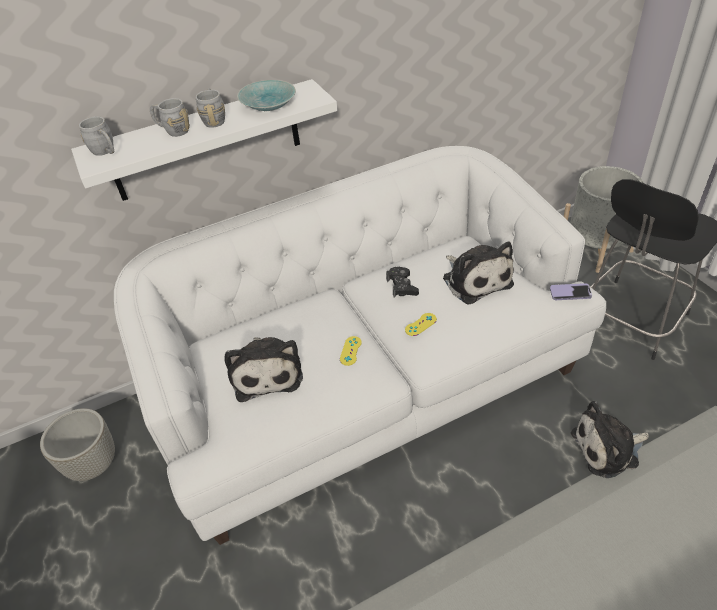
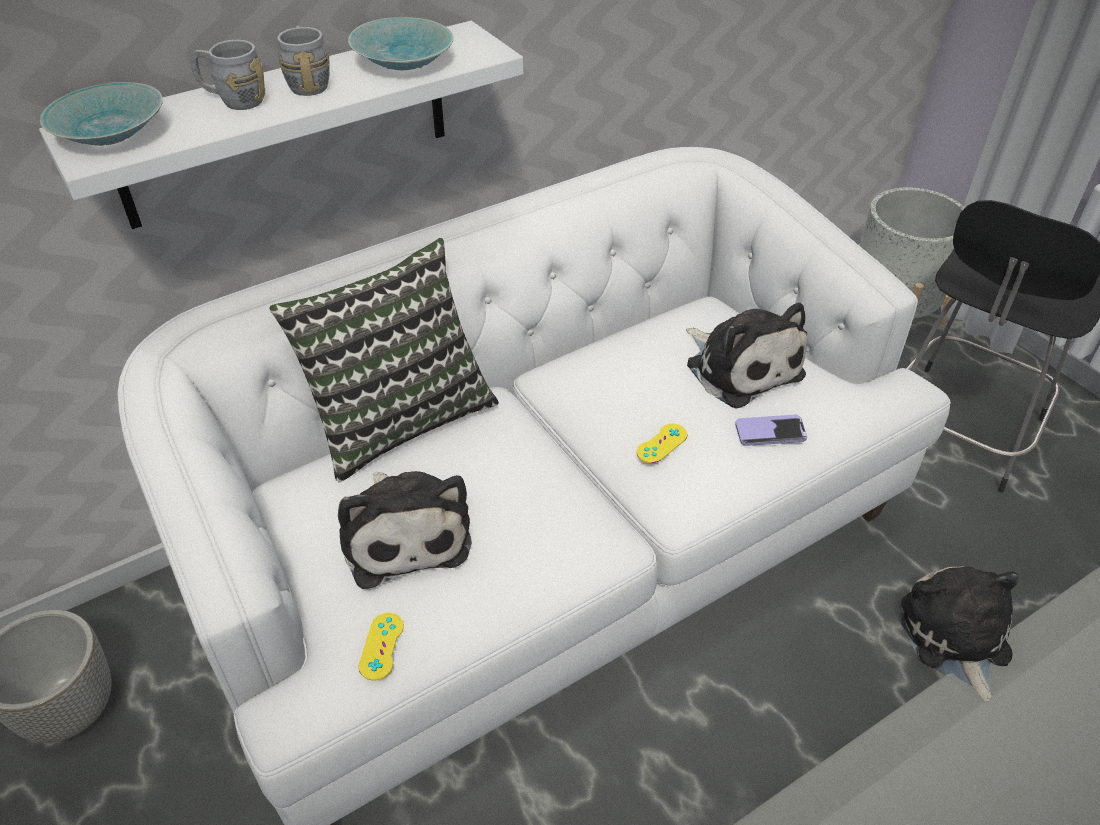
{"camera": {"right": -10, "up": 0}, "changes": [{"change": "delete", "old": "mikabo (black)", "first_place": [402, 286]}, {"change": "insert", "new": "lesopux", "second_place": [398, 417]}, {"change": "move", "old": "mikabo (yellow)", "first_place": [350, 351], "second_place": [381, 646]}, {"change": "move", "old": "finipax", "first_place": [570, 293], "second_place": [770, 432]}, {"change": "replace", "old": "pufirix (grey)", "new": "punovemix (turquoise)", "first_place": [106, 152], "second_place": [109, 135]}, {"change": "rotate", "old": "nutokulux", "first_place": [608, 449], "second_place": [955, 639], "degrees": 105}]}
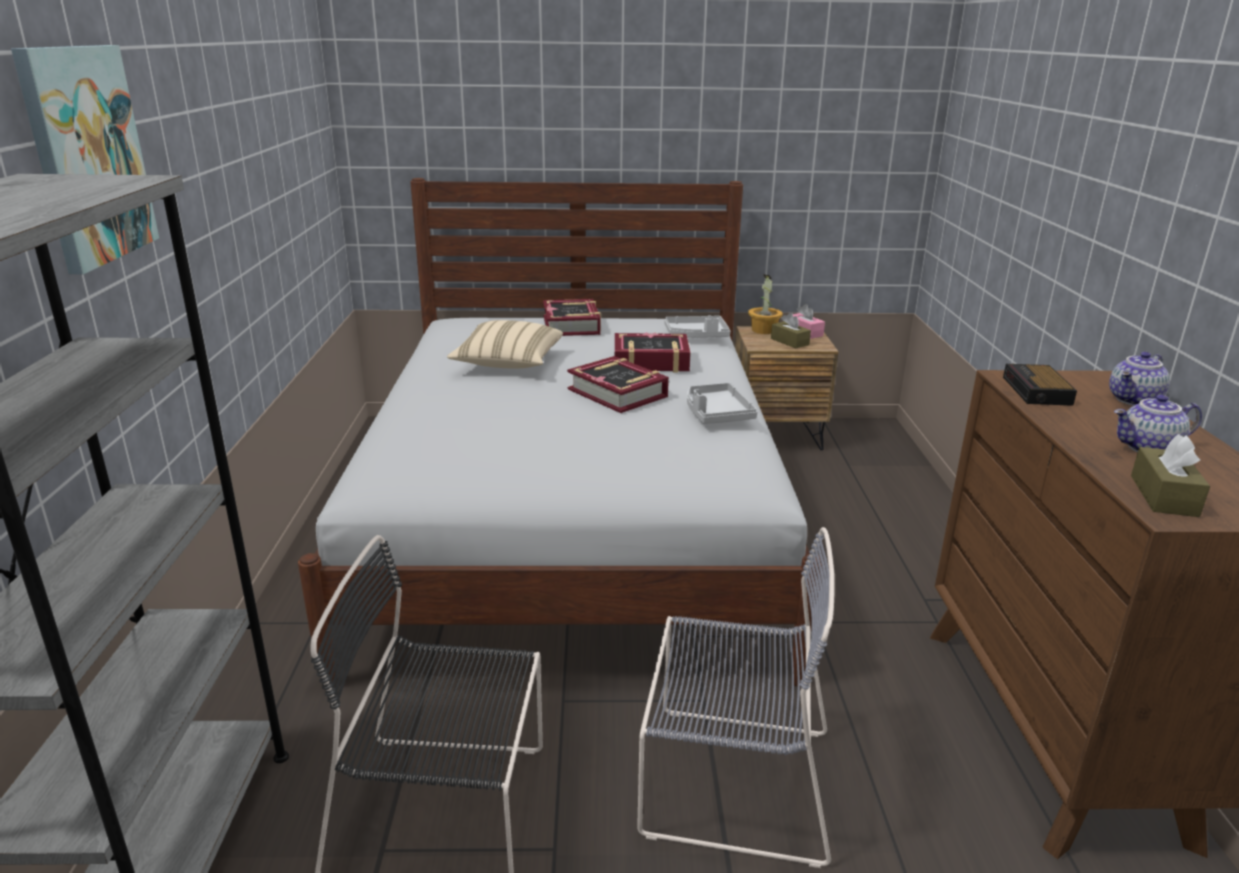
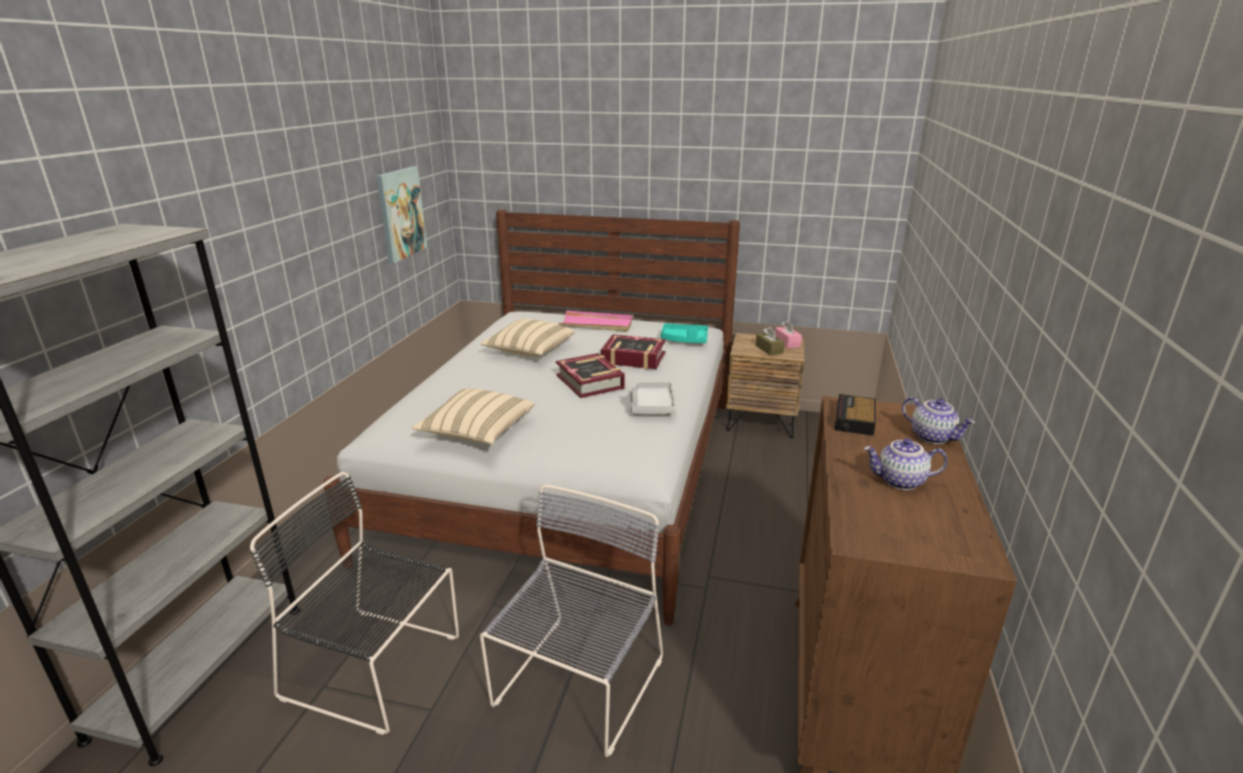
{"camera": {"right": 15, "up": 0}, "changes": [{"change": "delete", "old": "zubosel", "first_place": [763, 330]}, {"change": "delete", "old": "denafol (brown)", "first_place": [1163, 496]}, {"change": "insert", "new": "lesopux (beige)", "second_place": [477, 432]}, {"change": "move", "old": "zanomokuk", "first_place": [87, 155], "second_place": [400, 213]}, {"change": "replace", "old": "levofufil", "new": "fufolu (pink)", "first_place": [572, 325], "second_place": [596, 324]}, {"change": "recolor", "old": "fufolu (grey)", "new": "fufolu (turquoise)", "first_place": [696, 336], "second_place": [684, 340]}, {"change": "rotate", "old": "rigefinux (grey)", "first_place": [729, 780], "second_place": [577, 686], "degrees": -90}, {"change": "rotate", "old": "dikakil", "first_place": [1134, 400], "second_place": [933, 437], "degrees": -105}]}
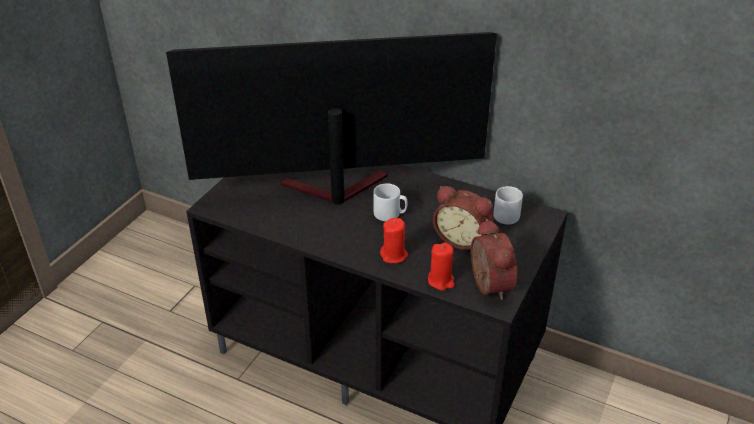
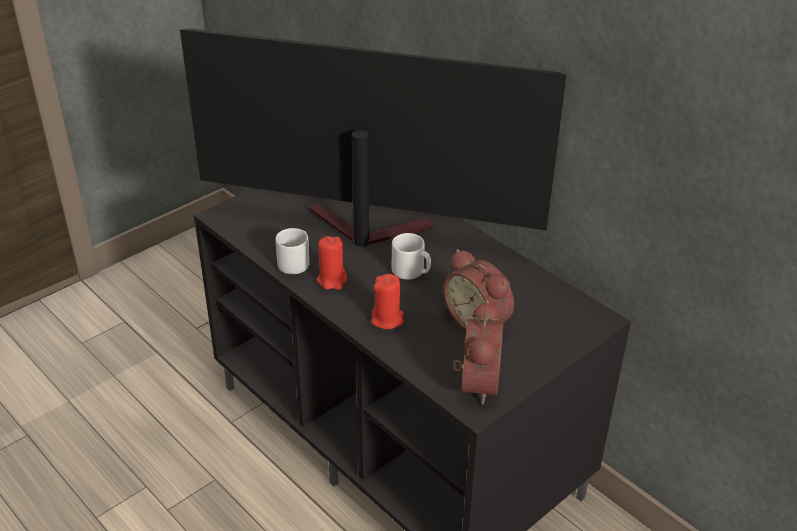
{"camera": {"right": 20, "up": 0}, "changes": [{"change": "move", "old": "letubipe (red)", "first_place": [441, 281], "second_place": [332, 280]}, {"change": "move", "old": "pufirix (grey)", "first_place": [506, 214], "second_place": [296, 262]}]}
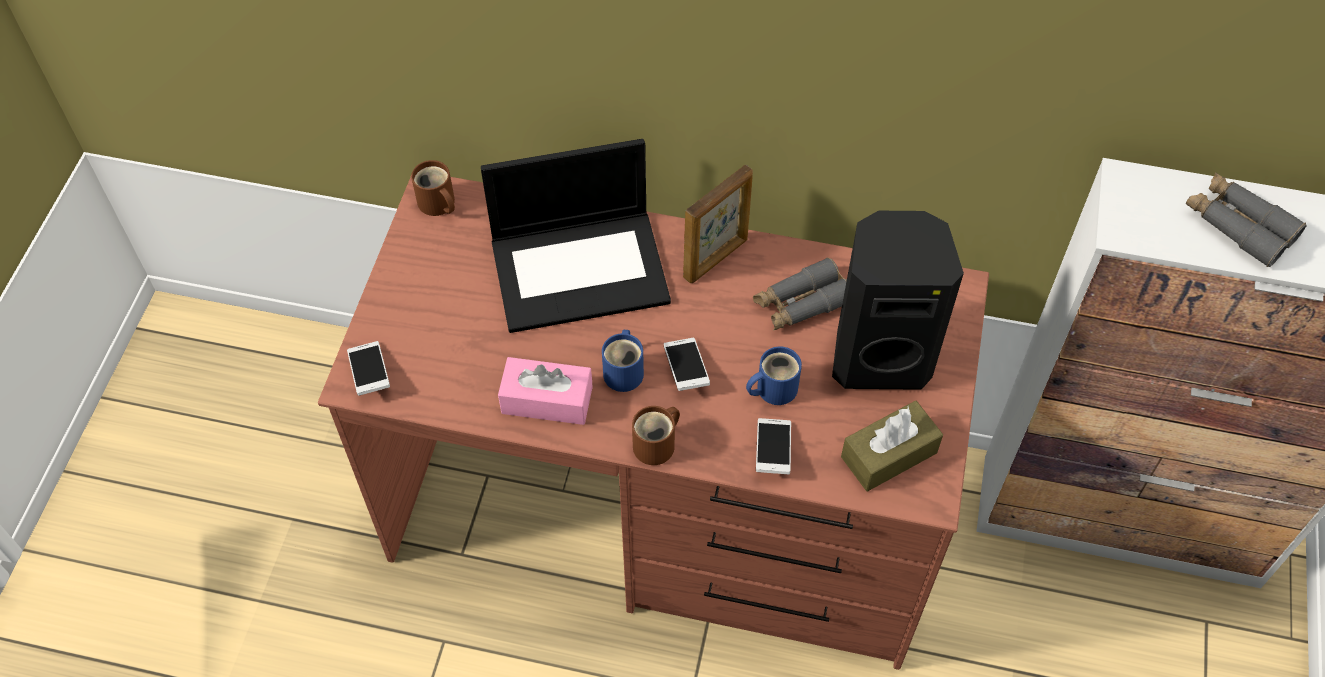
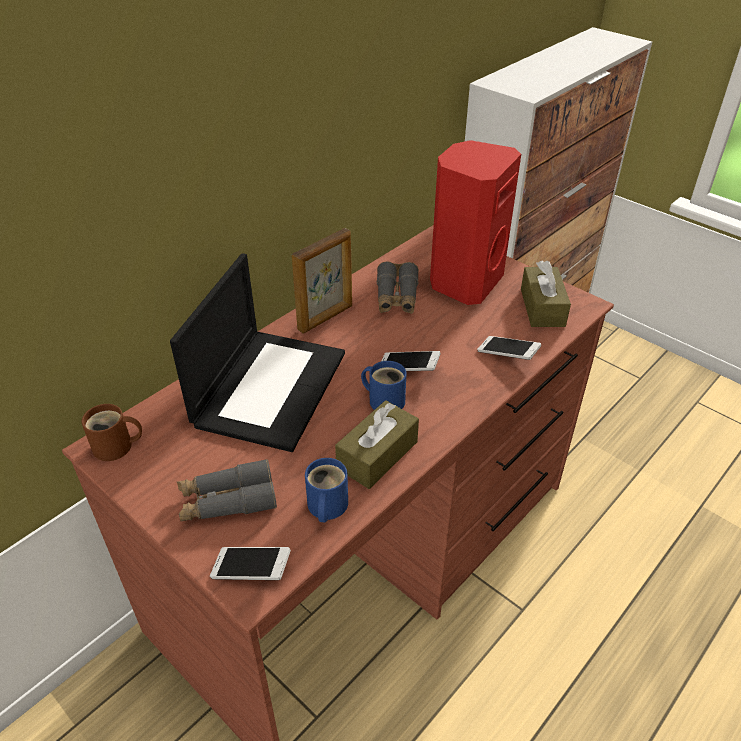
{"camera": {"right": -60, "up": -15}, "changes": [{"change": "delete", "old": "pufirix (brown)", "first_place": [658, 445]}, {"change": "move", "old": "pufirix (blue)", "first_place": [772, 388], "second_place": [325, 506]}, {"change": "move", "old": "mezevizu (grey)", "first_place": [1238, 226], "second_place": [227, 500]}, {"change": "recolor", "old": "denafol (pink)", "new": "denafol (brown)", "first_place": [547, 400], "second_place": [377, 455]}, {"change": "recolor", "old": "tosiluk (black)", "new": "tosiluk (red)", "first_place": [879, 356], "second_place": [464, 282]}, {"change": "rotate", "old": "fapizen", "first_place": [716, 258], "second_place": [326, 318], "degrees": 60}]}
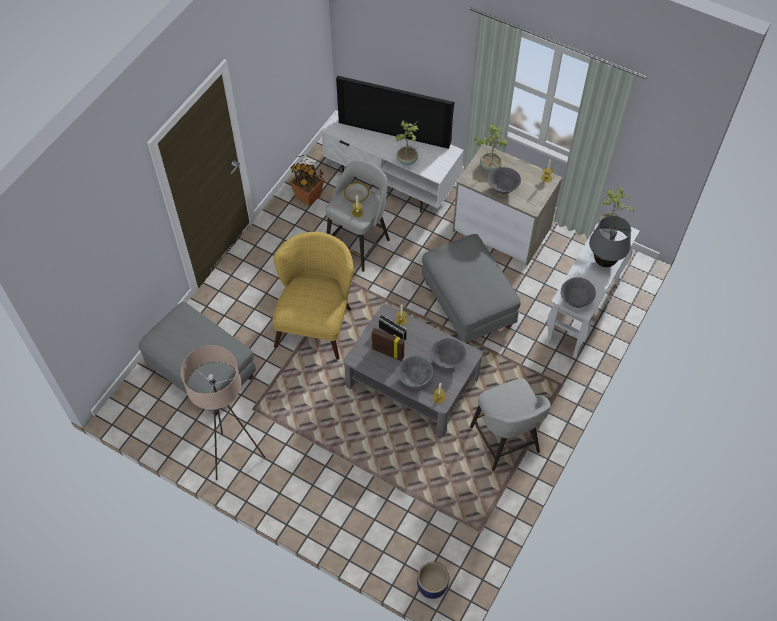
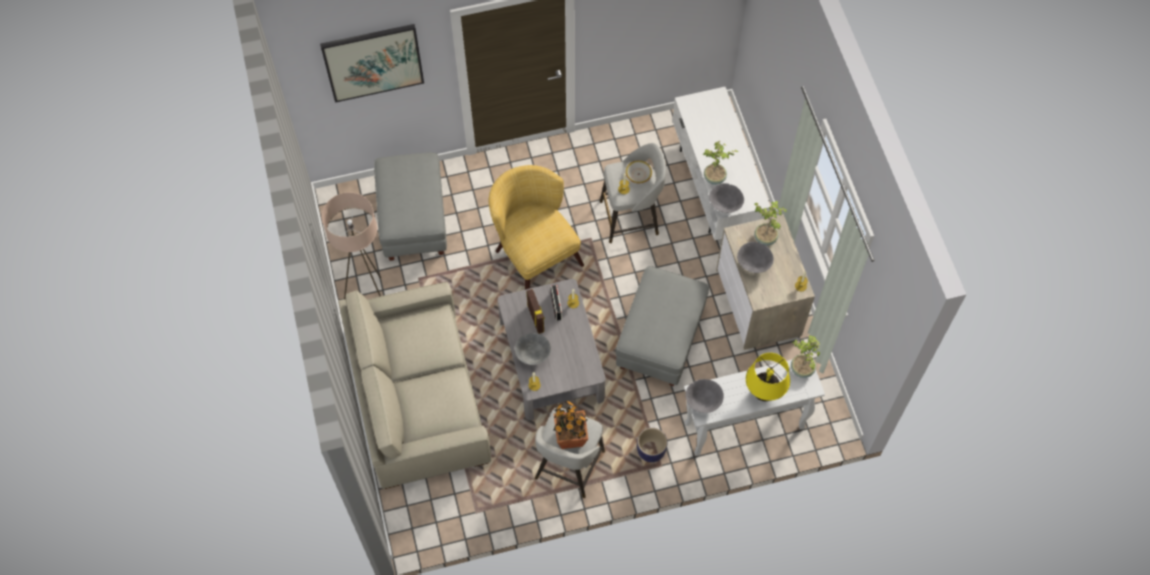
{"camera": {"right": 45, "up": 5}, "changes": [{"change": "delete", "old": "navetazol", "first_place": [395, 130]}, {"change": "insert", "new": "zanomokuk", "second_place": [373, 62]}, {"change": "insert", "new": "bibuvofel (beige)", "second_place": [417, 397]}, {"change": "move", "old": "zubosel", "first_place": [309, 197], "second_place": [571, 438]}, {"change": "move", "old": "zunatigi", "first_place": [431, 586], "second_place": [650, 450]}, {"change": "move", "old": "punovemix (grey)", "first_place": [447, 361], "second_place": [724, 206]}, {"change": "recolor", "old": "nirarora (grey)", "new": "nirarora (yellow)", "first_place": [604, 262], "second_place": [763, 393]}, {"change": "rotate", "old": "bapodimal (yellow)", "first_place": [316, 320], "second_place": [534, 251], "degrees": -90}]}
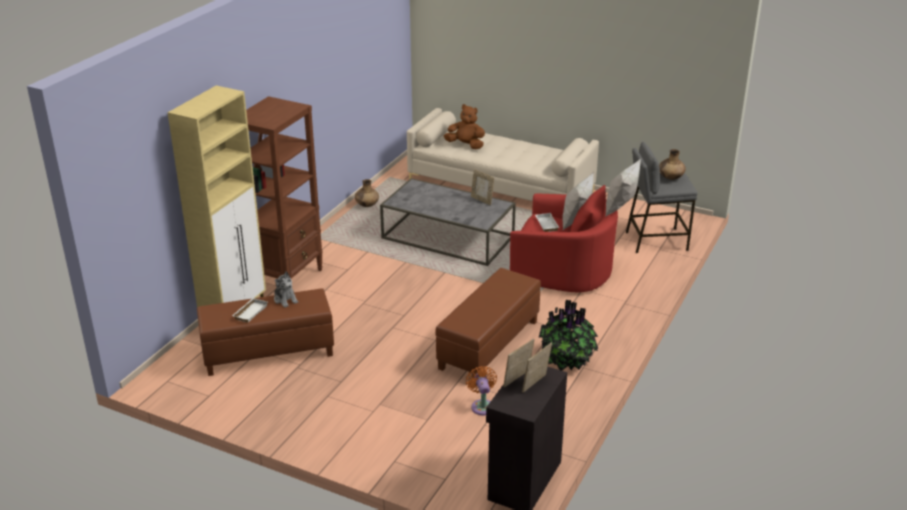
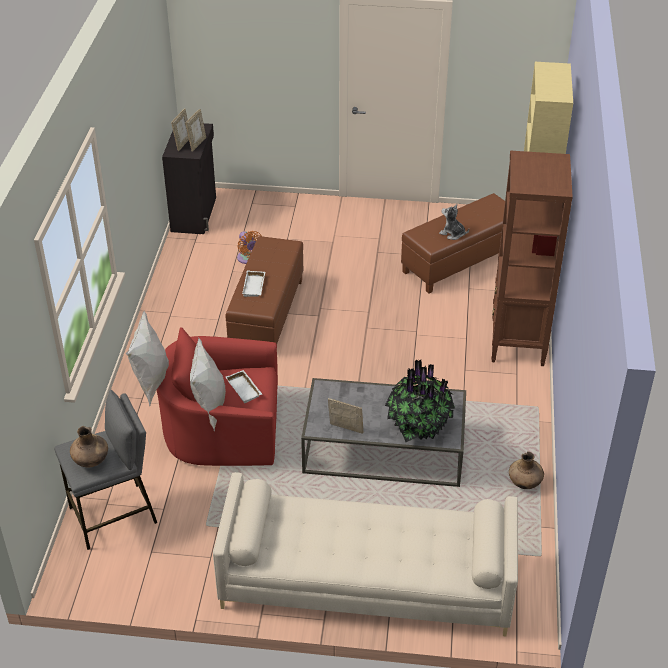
{"camera": {"right": 160, "up": 10}, "changes": [{"change": "delete", "old": "nutokulux (brown)", "first_place": [466, 145]}, {"change": "move", "old": "fufolu (white)", "first_place": [250, 312], "second_place": [255, 287]}, {"change": "move", "old": "zubosel", "first_place": [567, 362], "second_place": [418, 425]}]}
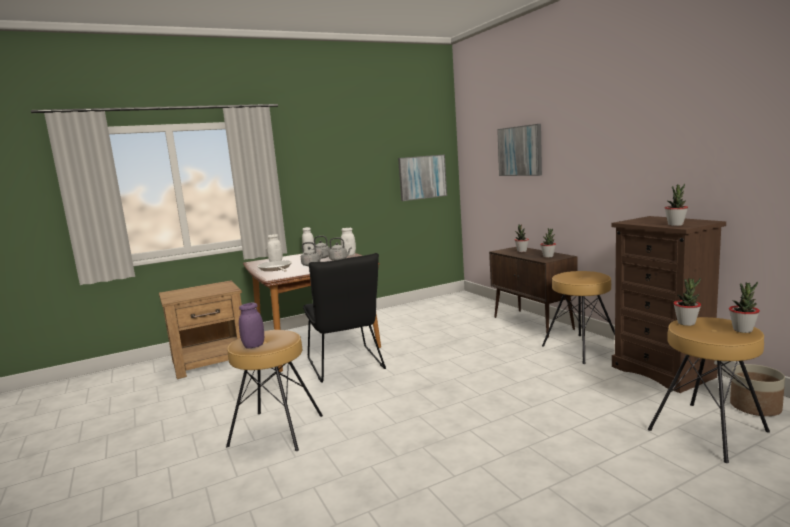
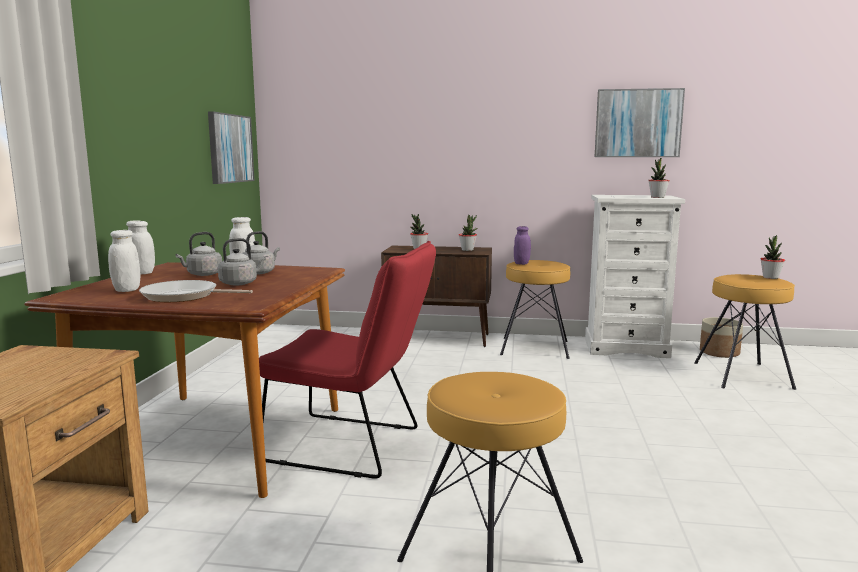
{"camera": {"right": -55, "up": 0}, "changes": [{"change": "delete", "old": "zubosel", "first_place": [686, 323]}, {"change": "move", "old": "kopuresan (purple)", "first_place": [254, 346], "second_place": [521, 263]}, {"change": "move", "old": "zanomokuk", "first_place": [520, 151], "second_place": [638, 123]}, {"change": "recolor", "old": "rigefinux (black)", "new": "rigefinux (red)", "first_place": [346, 366], "second_place": [352, 446]}, {"change": "recolor", "old": "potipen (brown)", "new": "potipen (white)", "first_place": [662, 372], "second_place": [626, 347]}]}
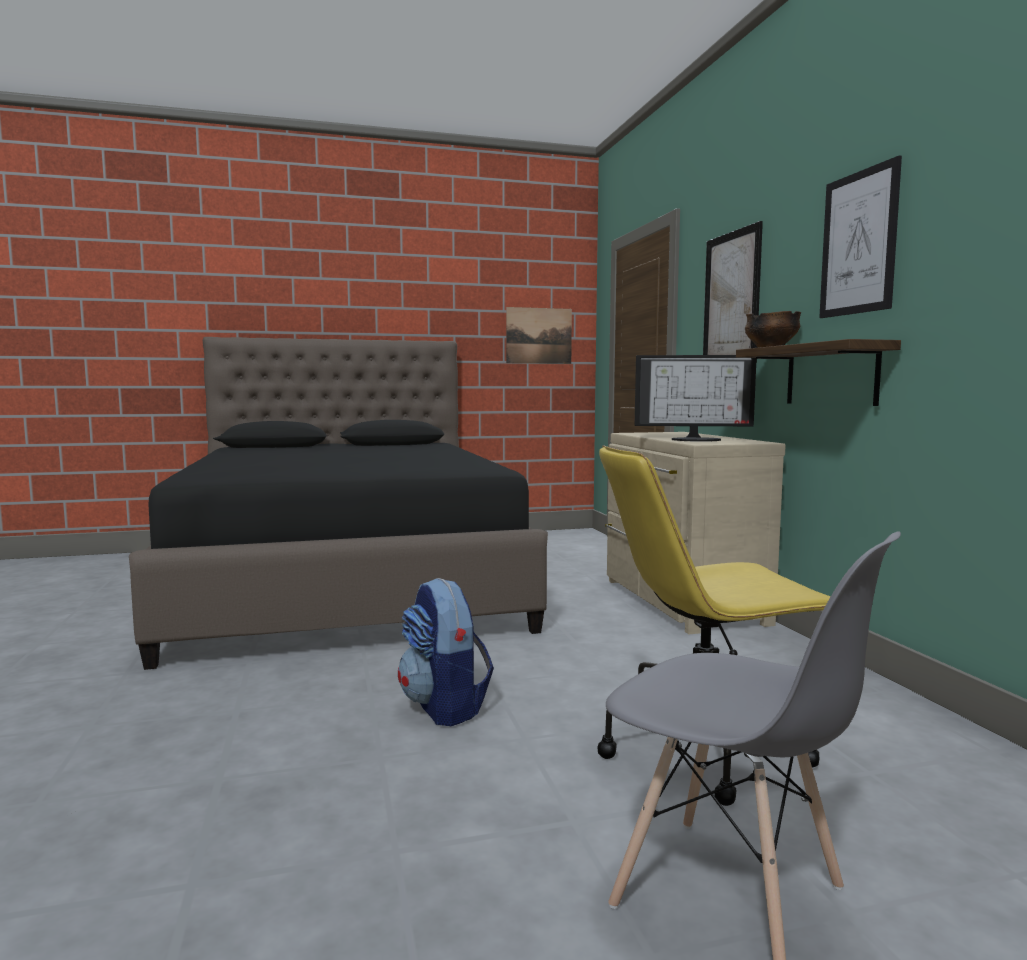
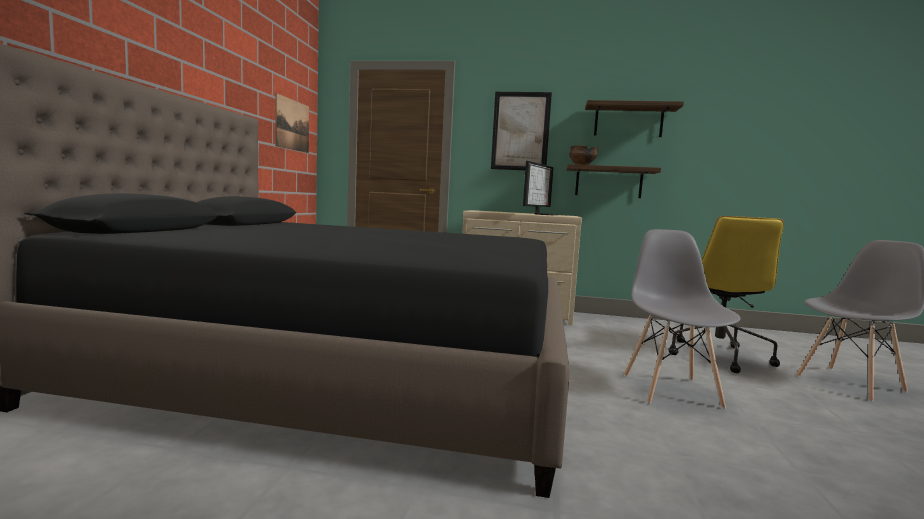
{"camera": {"right": -65, "up": 0}, "changes": [{"change": "replace", "old": "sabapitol", "new": "rigefinux (grey)", "first_place": [445, 707], "second_place": [671, 390]}, {"change": "replace", "old": "zanomokuk", "new": "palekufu", "first_place": [858, 243], "second_place": [628, 121]}]}
